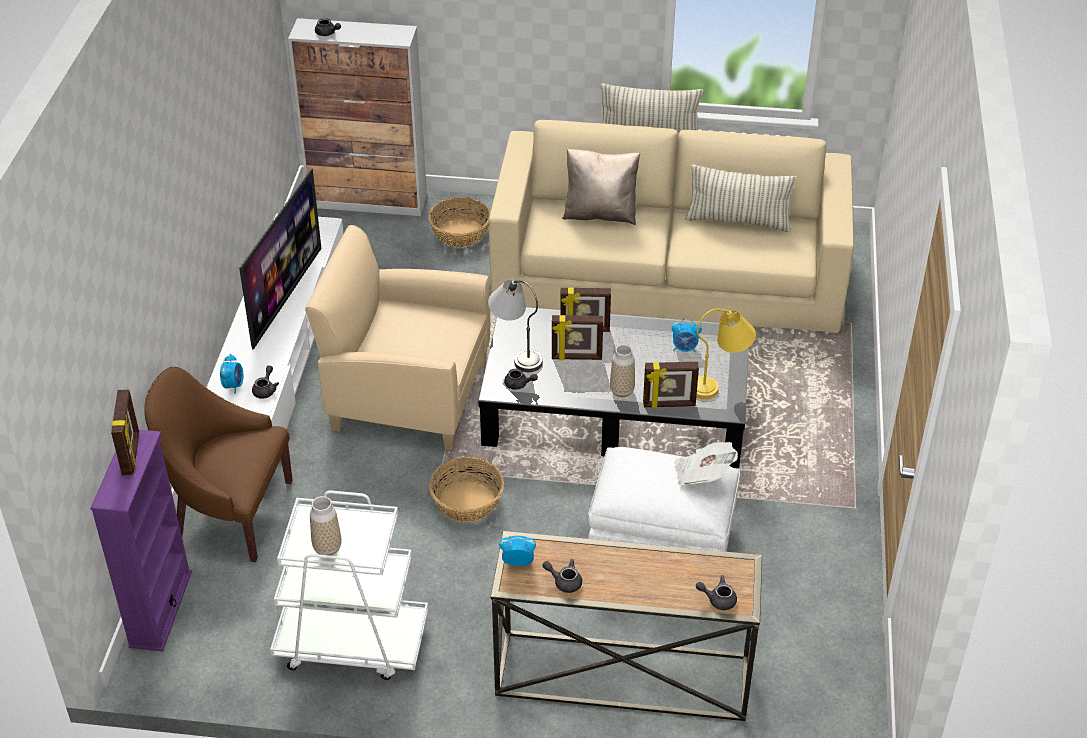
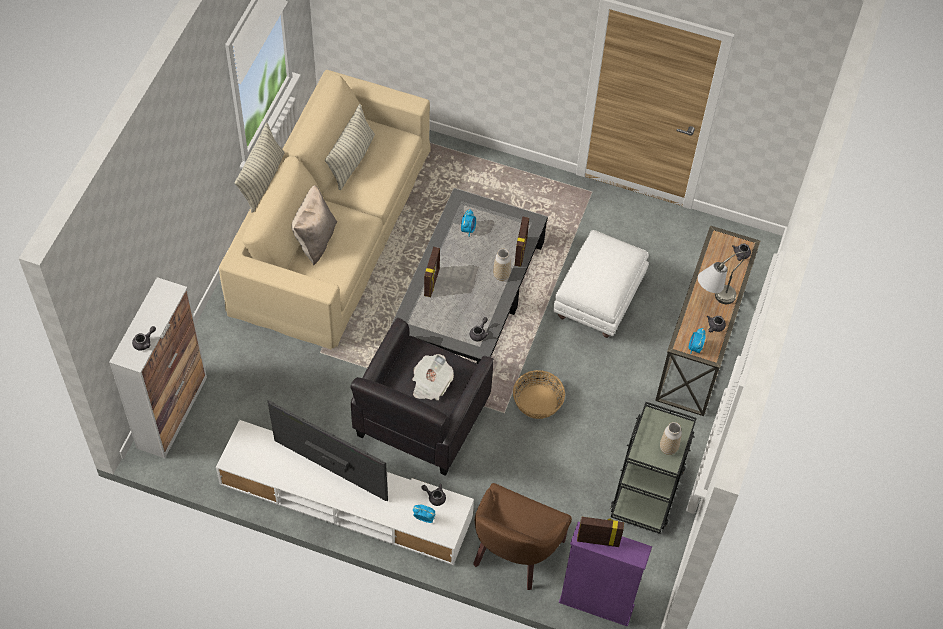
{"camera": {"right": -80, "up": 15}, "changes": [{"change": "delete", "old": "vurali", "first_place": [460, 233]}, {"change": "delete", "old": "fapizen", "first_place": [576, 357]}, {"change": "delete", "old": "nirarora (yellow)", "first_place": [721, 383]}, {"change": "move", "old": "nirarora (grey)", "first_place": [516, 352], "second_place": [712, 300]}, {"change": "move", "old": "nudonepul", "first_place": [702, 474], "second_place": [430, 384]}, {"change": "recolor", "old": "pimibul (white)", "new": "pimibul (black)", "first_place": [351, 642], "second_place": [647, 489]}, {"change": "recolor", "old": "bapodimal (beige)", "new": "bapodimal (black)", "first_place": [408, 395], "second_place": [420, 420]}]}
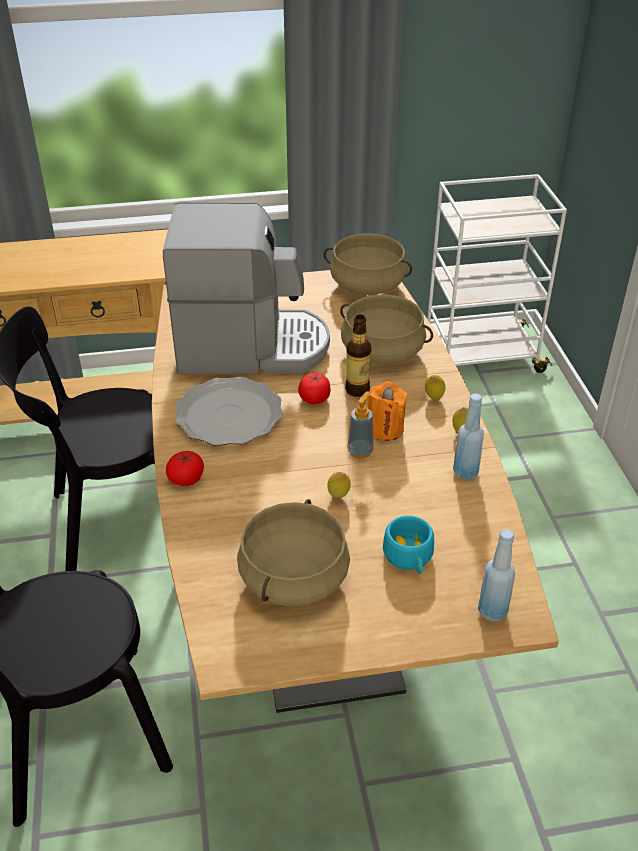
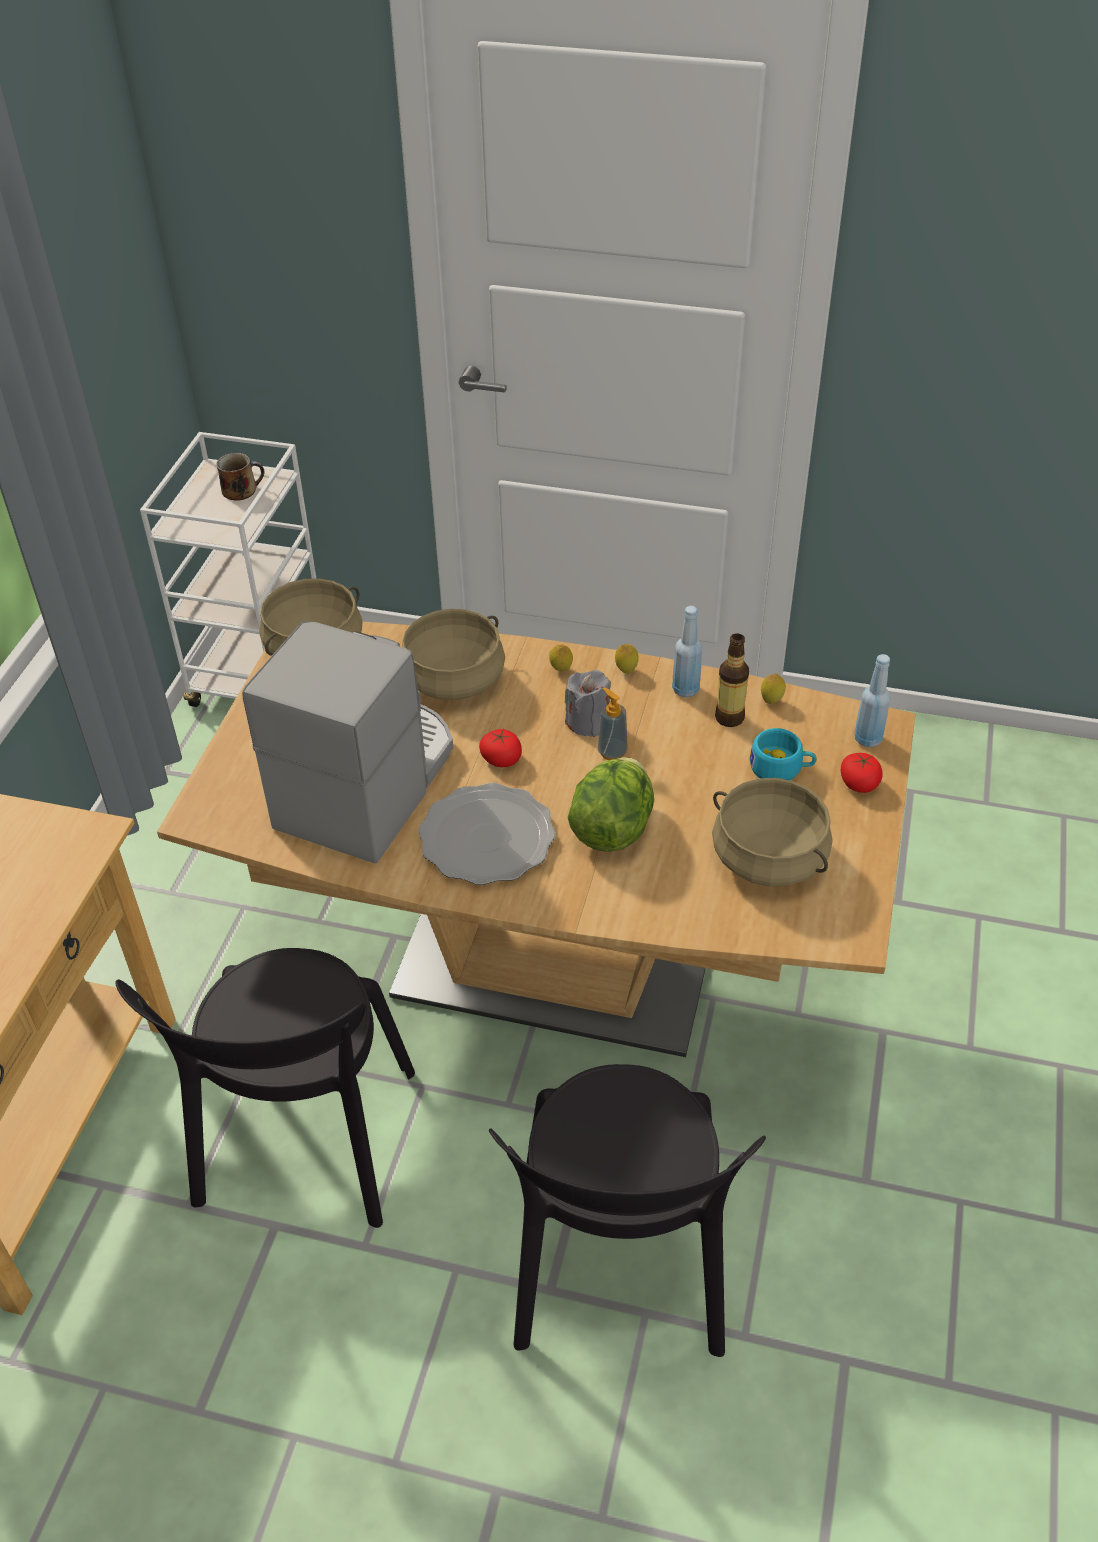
{"camera": {"right": -65, "up": 5}, "changes": [{"change": "insert", "new": "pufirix", "second_place": [241, 489]}, {"change": "insert", "new": "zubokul", "second_place": [612, 829]}, {"change": "move", "old": "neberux", "first_place": [186, 478], "second_place": [859, 783]}, {"change": "move", "old": "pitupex", "first_place": [338, 497], "second_place": [771, 701]}, {"change": "move", "old": "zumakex", "first_place": [357, 390], "second_place": [729, 718]}, {"change": "recolor", "old": "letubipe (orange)", "new": "letubipe (grey)", "first_place": [385, 429], "second_place": [588, 722]}]}
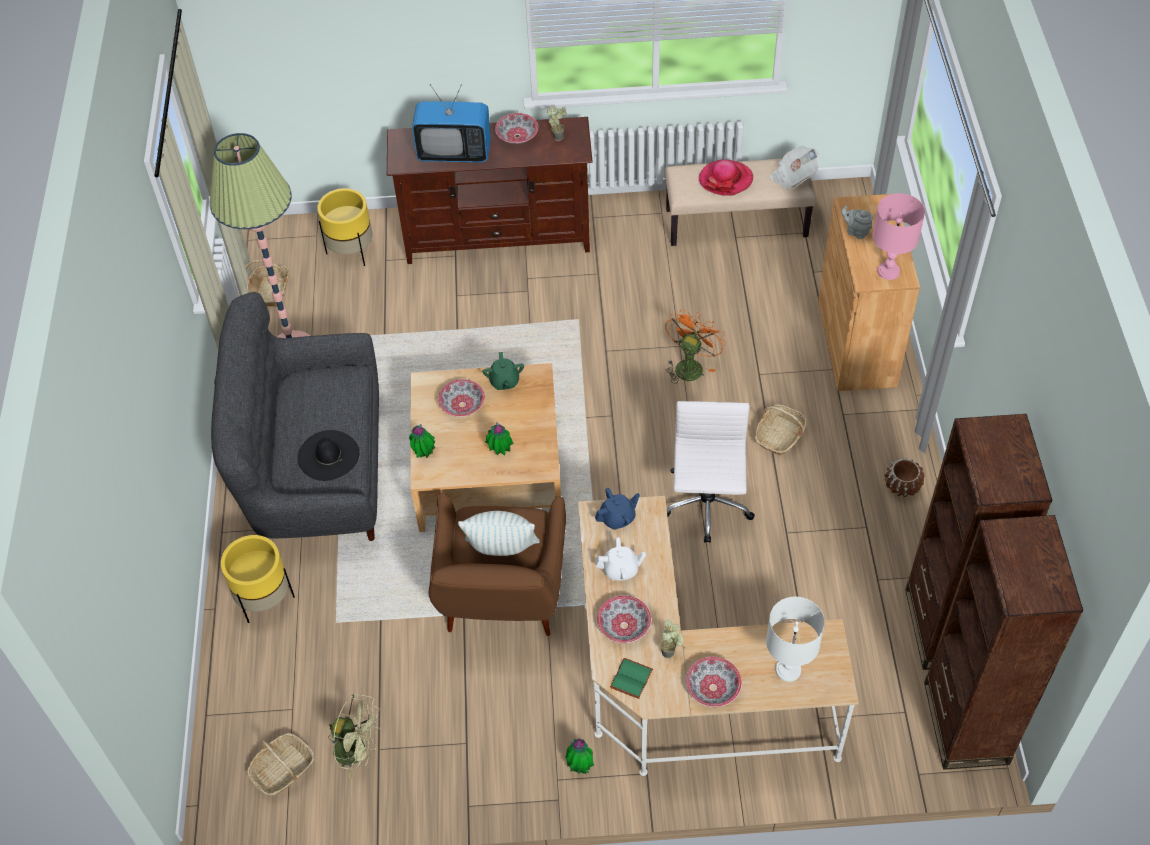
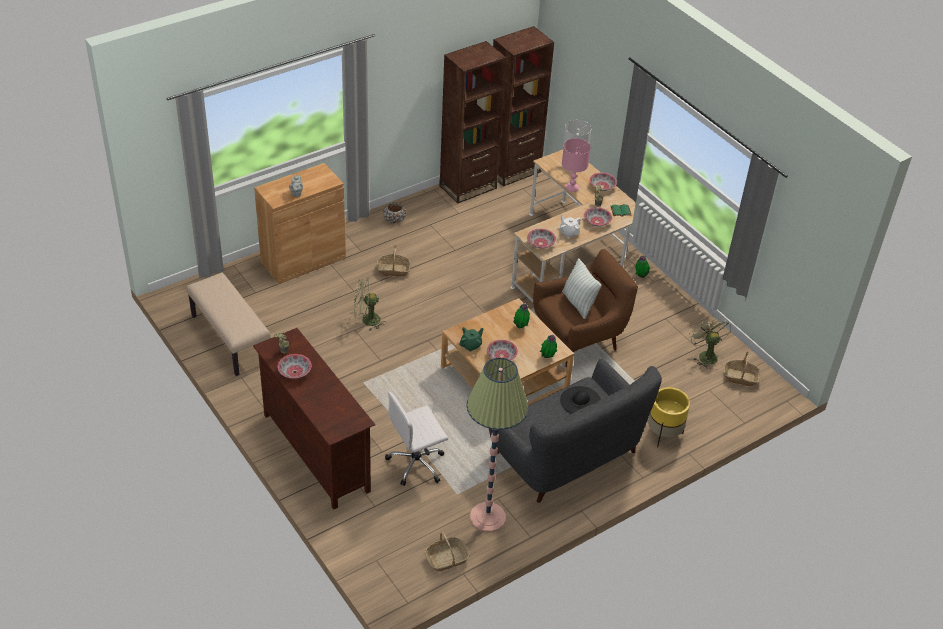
{"camera": {"right": -125, "up": -10}, "changes": [{"change": "delete", "old": "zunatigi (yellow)", "first_place": [351, 251]}, {"change": "delete", "old": "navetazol", "first_place": [454, 152]}, {"change": "delete", "old": "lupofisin", "first_place": [725, 179]}, {"change": "delete", "old": "nudonepul", "first_place": [793, 176]}, {"change": "move", "old": "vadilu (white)", "first_place": [706, 508], "second_place": [417, 463]}, {"change": "move", "old": "nirarora (pink)", "first_place": [888, 271], "second_place": [571, 187]}, {"change": "replace", "old": "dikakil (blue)", "new": "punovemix", "first_place": [617, 518], "second_place": [541, 243]}, {"change": "recolor", "old": "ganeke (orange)", "new": "ganeke (green)", "first_place": [690, 365], "second_place": [366, 320]}]}
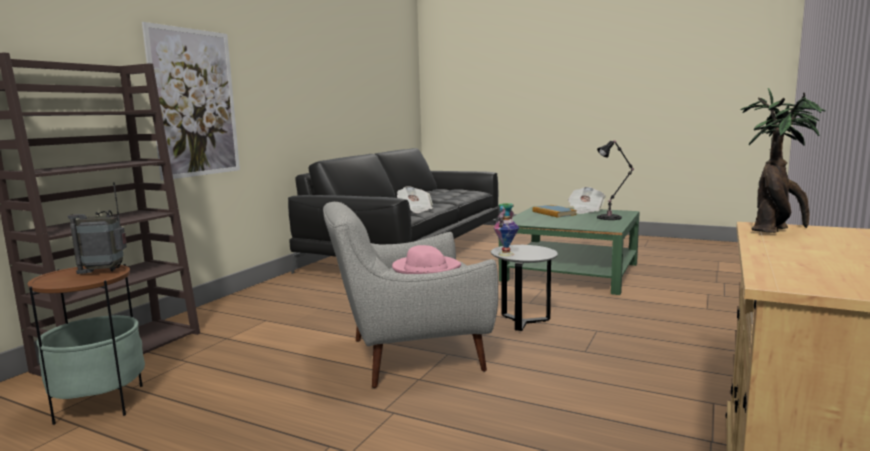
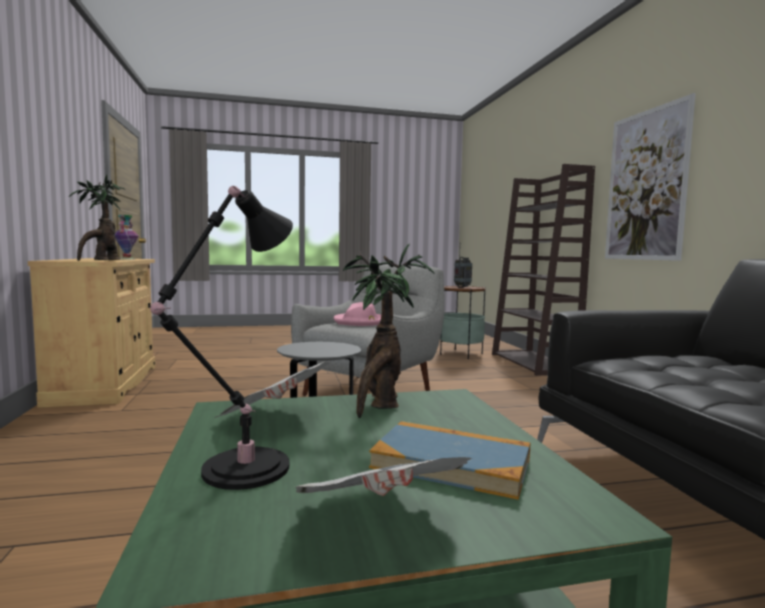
{"camera": {"right": 140, "up": -5}, "changes": [{"change": "insert", "new": "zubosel", "second_place": [380, 405]}, {"change": "move", "old": "nudonepul", "first_place": [415, 210], "second_place": [273, 419]}, {"change": "move", "old": "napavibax", "first_place": [506, 254], "second_place": [126, 259]}]}
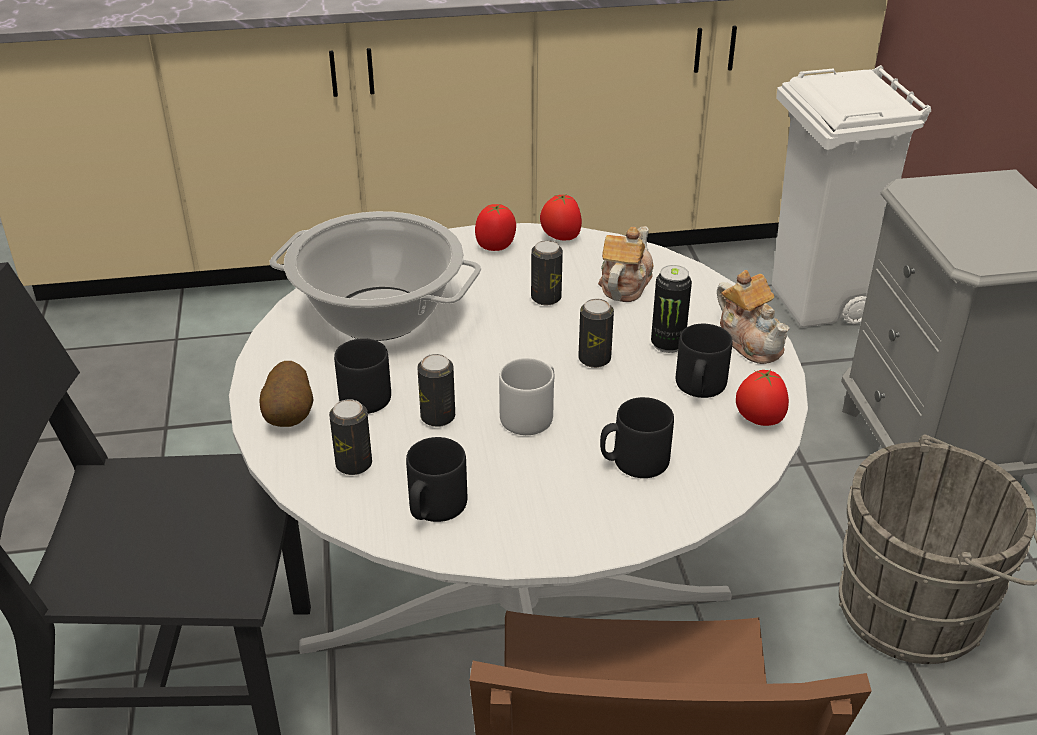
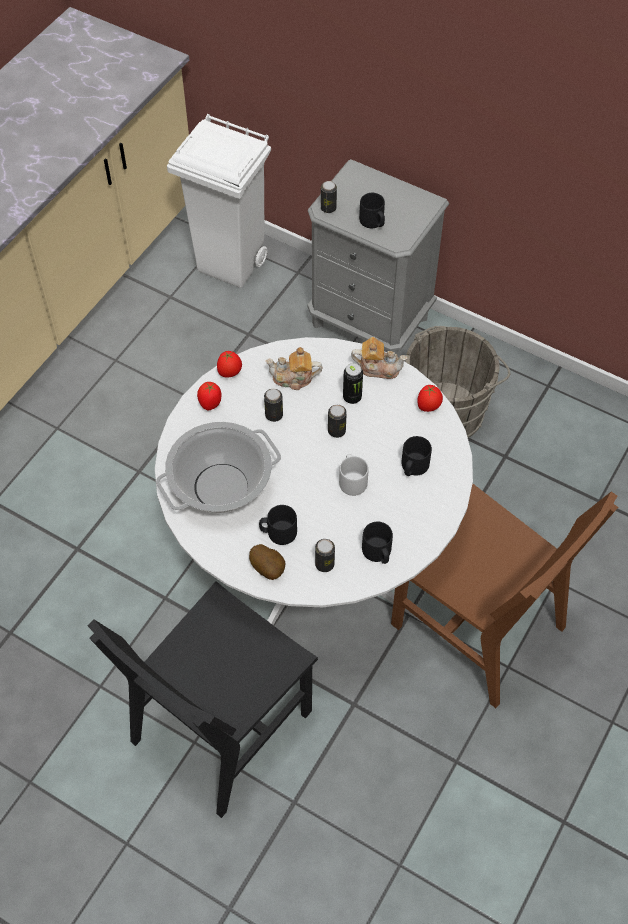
{"camera": {"right": -50, "up": 20}, "changes": [{"change": "move", "old": "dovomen", "first_place": [438, 417], "second_place": [328, 208]}, {"change": "move", "old": "pufirix (black)", "first_place": [699, 387], "second_place": [373, 222]}, {"change": "rotate", "old": "dikakil", "first_place": [624, 285], "second_place": [293, 378], "degrees": -60}]}
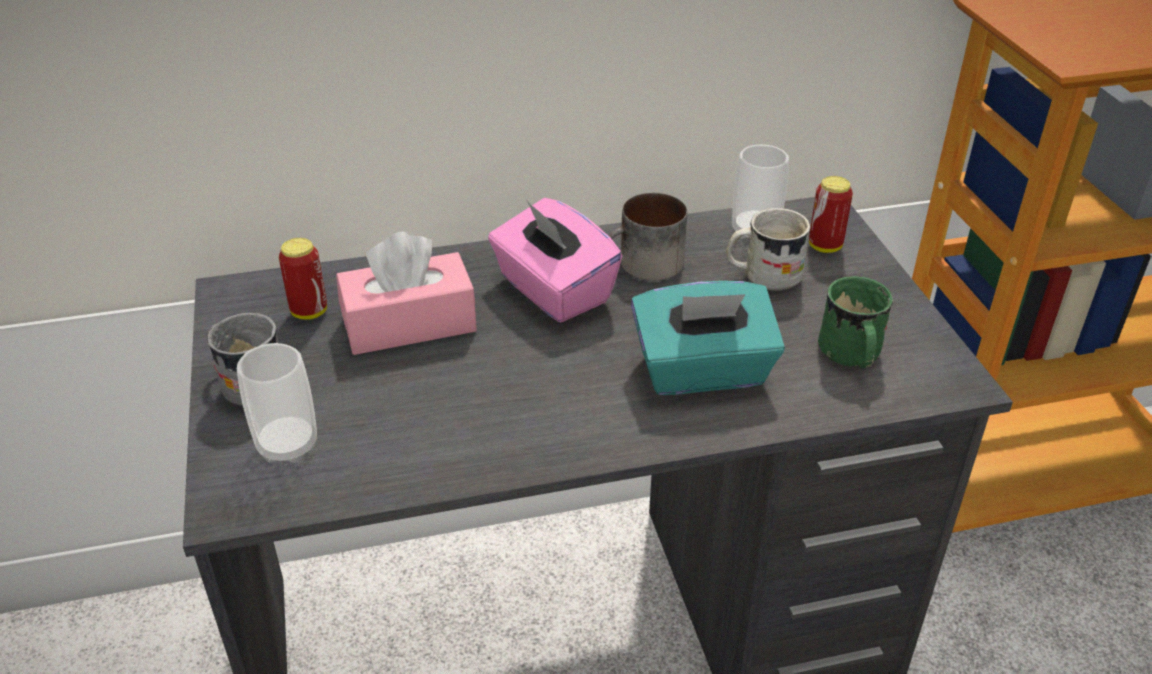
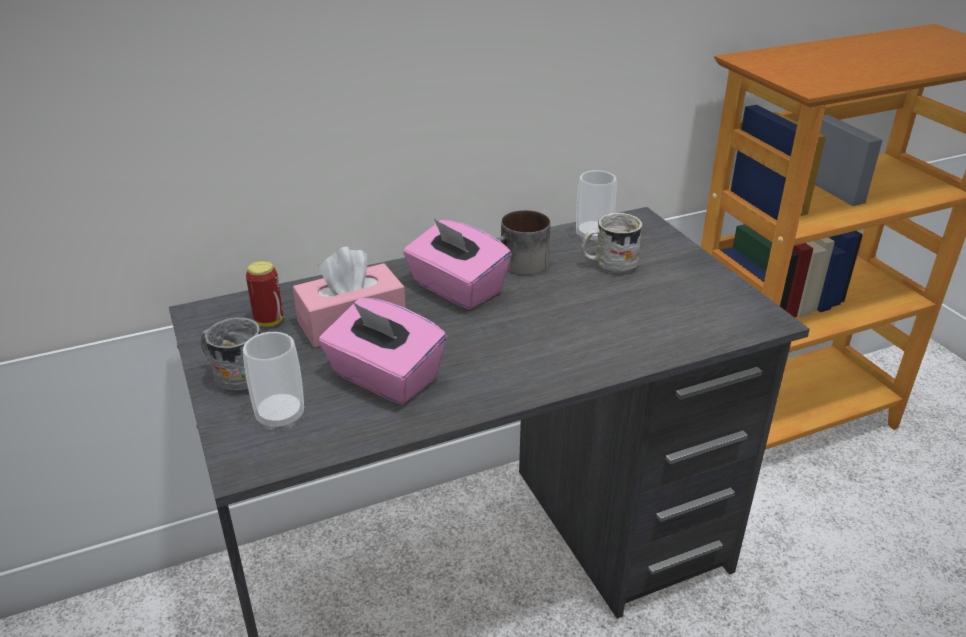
{"camera": {"right": -10, "up": -5}, "changes": [{"change": "delete", "old": "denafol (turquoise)", "first_place": [703, 372]}, {"change": "delete", "old": "dovomen", "first_place": [825, 246]}, {"change": "delete", "old": "pufirix (green)", "first_place": [850, 357]}, {"change": "insert", "new": "denafol (pink)", "second_place": [384, 378]}]}
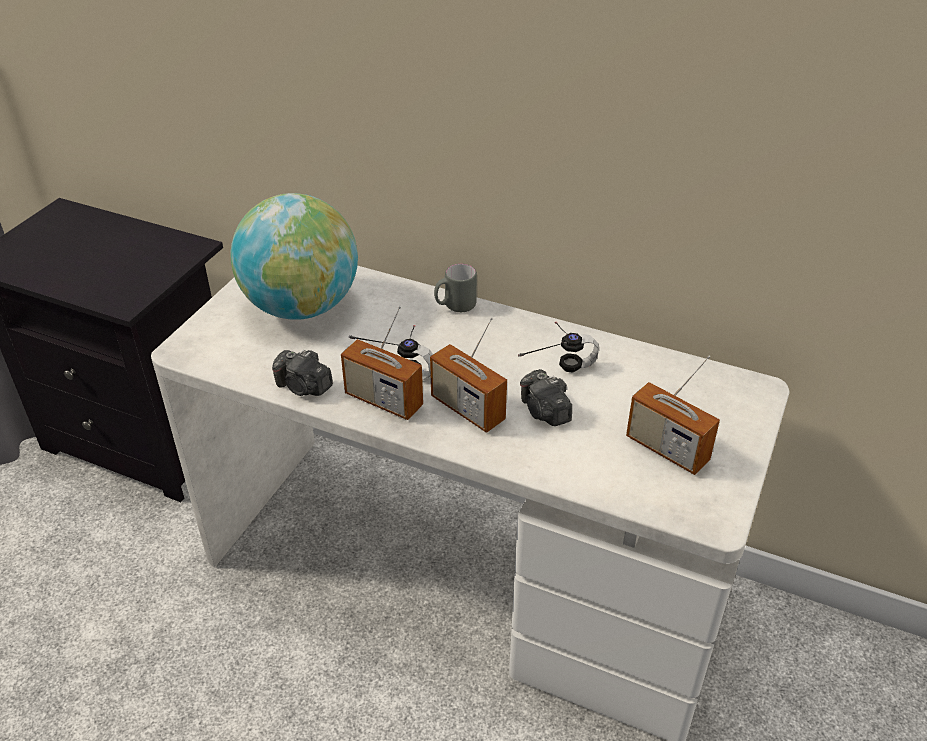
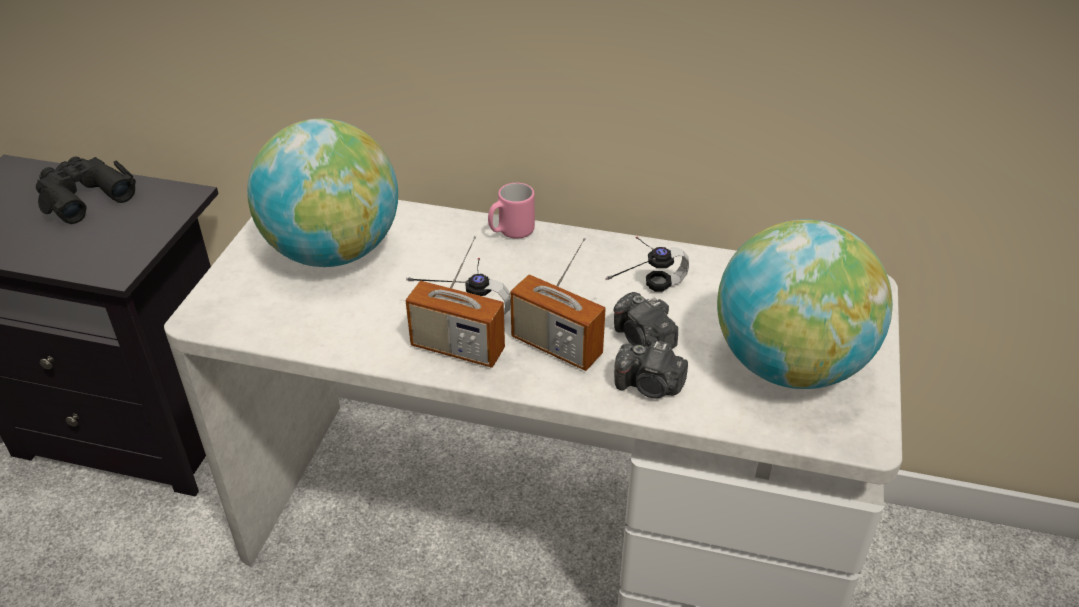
{"camera": {"right": -10, "up": 0}, "changes": [{"change": "insert", "new": "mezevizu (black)", "second_place": [83, 196]}, {"change": "move", "old": "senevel", "first_place": [303, 387], "second_place": [650, 386]}, {"change": "replace", "old": "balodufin", "new": "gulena", "first_place": [667, 449], "second_place": [788, 364]}, {"change": "recolor", "old": "pufirix (grey)", "new": "pufirix (pink)", "first_place": [455, 306], "second_place": [511, 232]}]}
